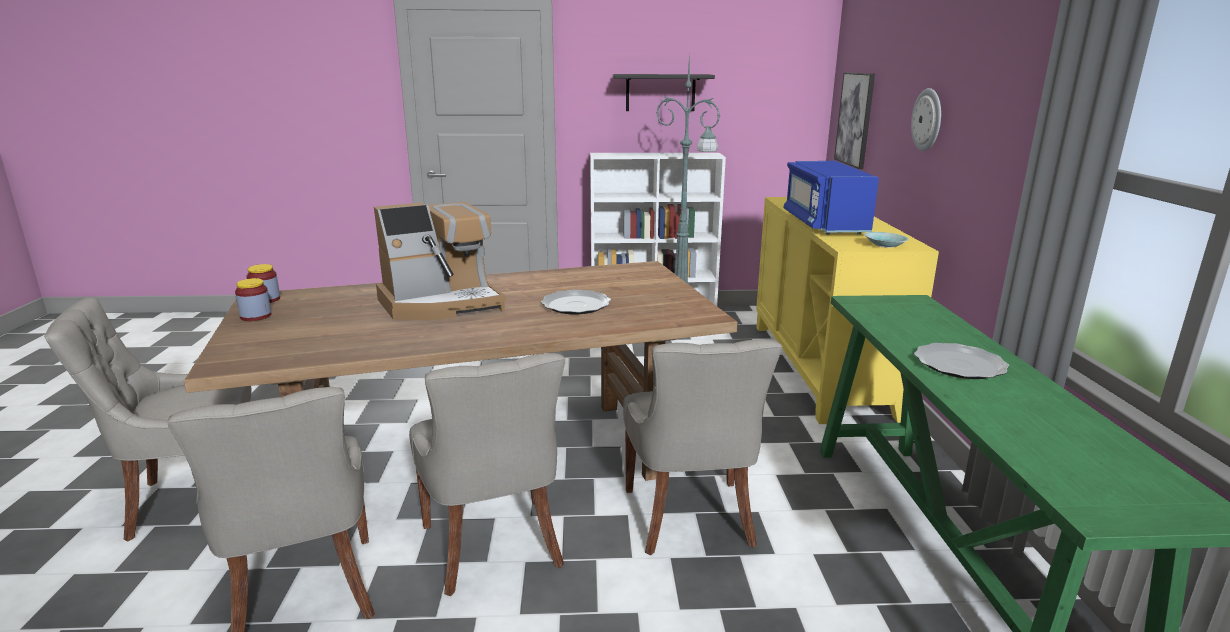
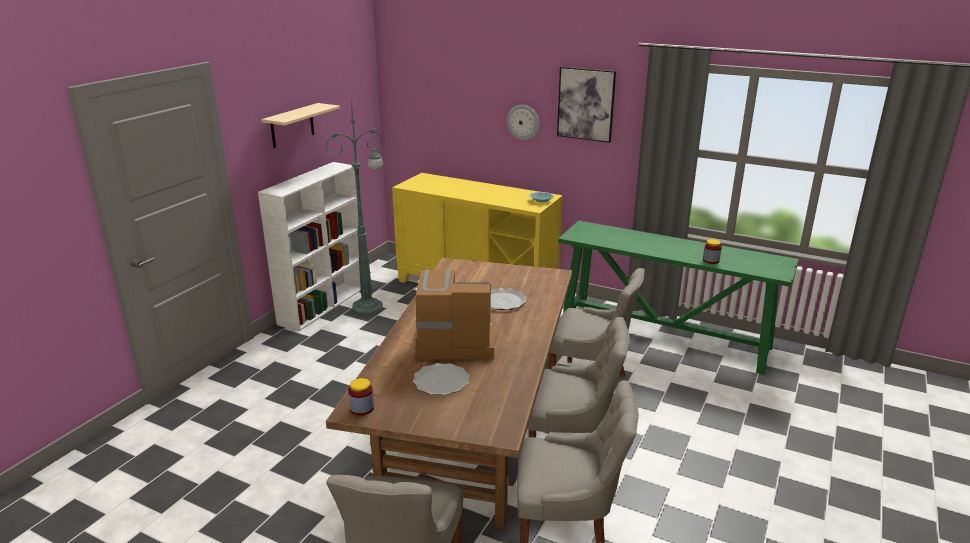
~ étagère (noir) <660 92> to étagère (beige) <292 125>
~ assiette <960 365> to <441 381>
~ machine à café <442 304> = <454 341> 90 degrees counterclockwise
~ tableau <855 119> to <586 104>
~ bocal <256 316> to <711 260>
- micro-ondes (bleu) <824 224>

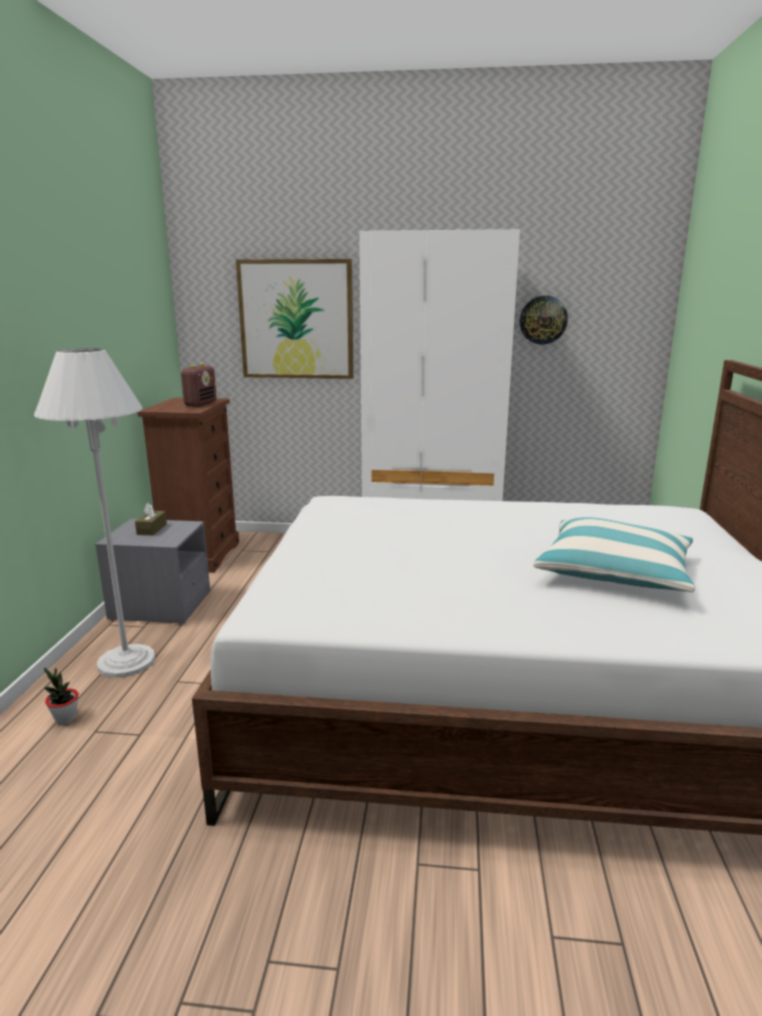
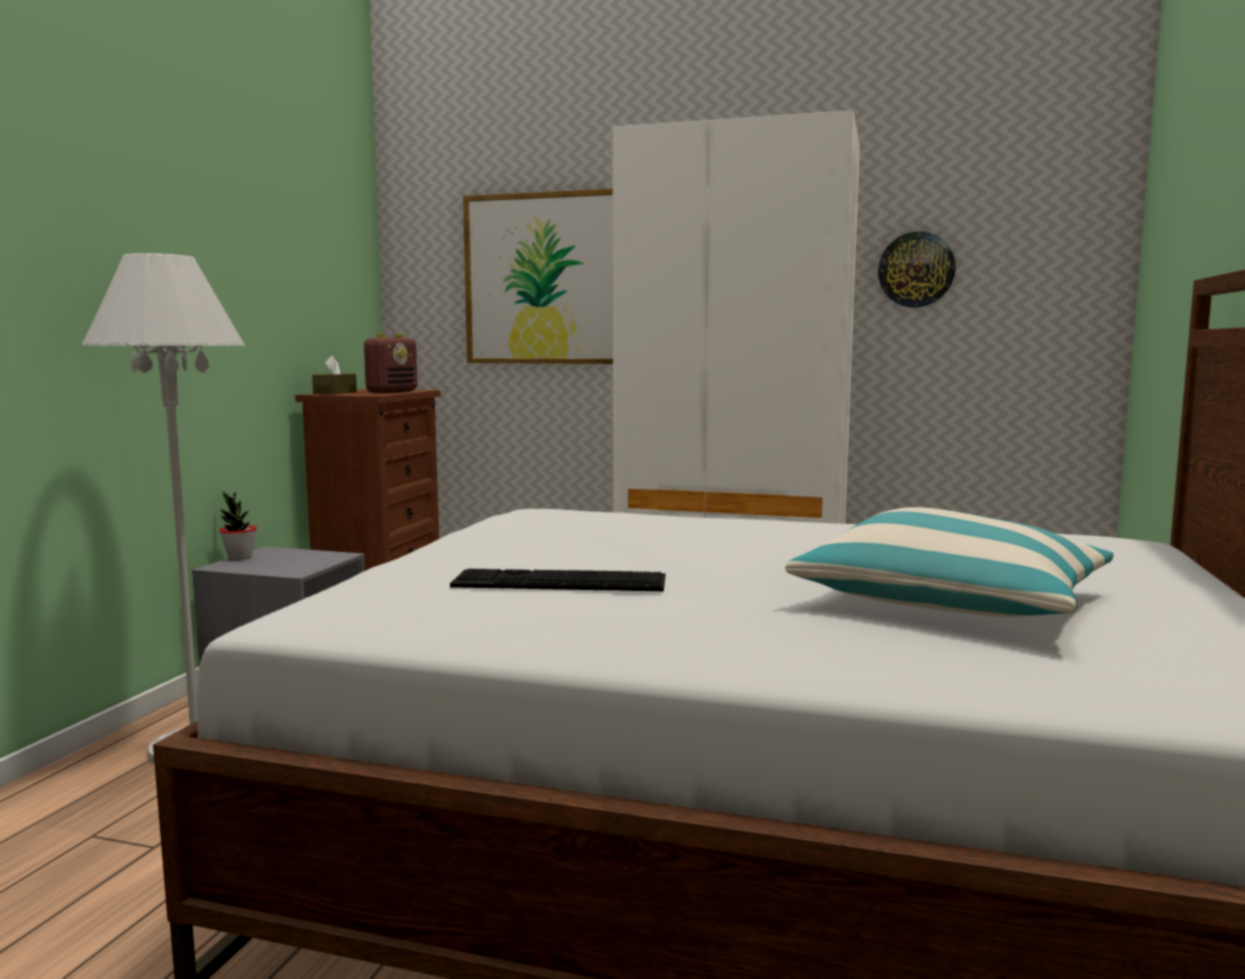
~ plante en pot <65 719> to <239 557>
~ boîte à mouchoirs (marron) <152 529> to <335 393>
+ clavier <560 581>

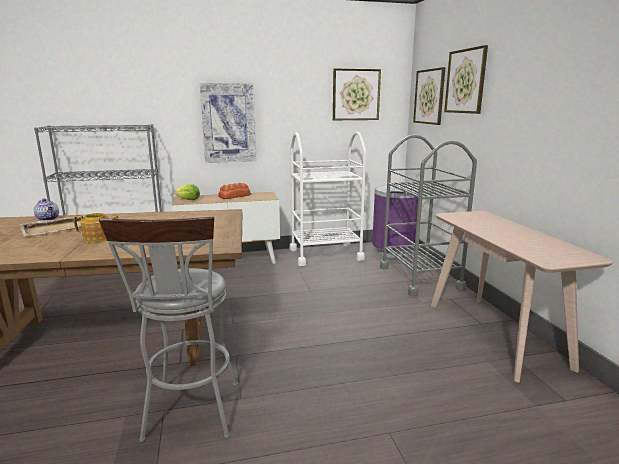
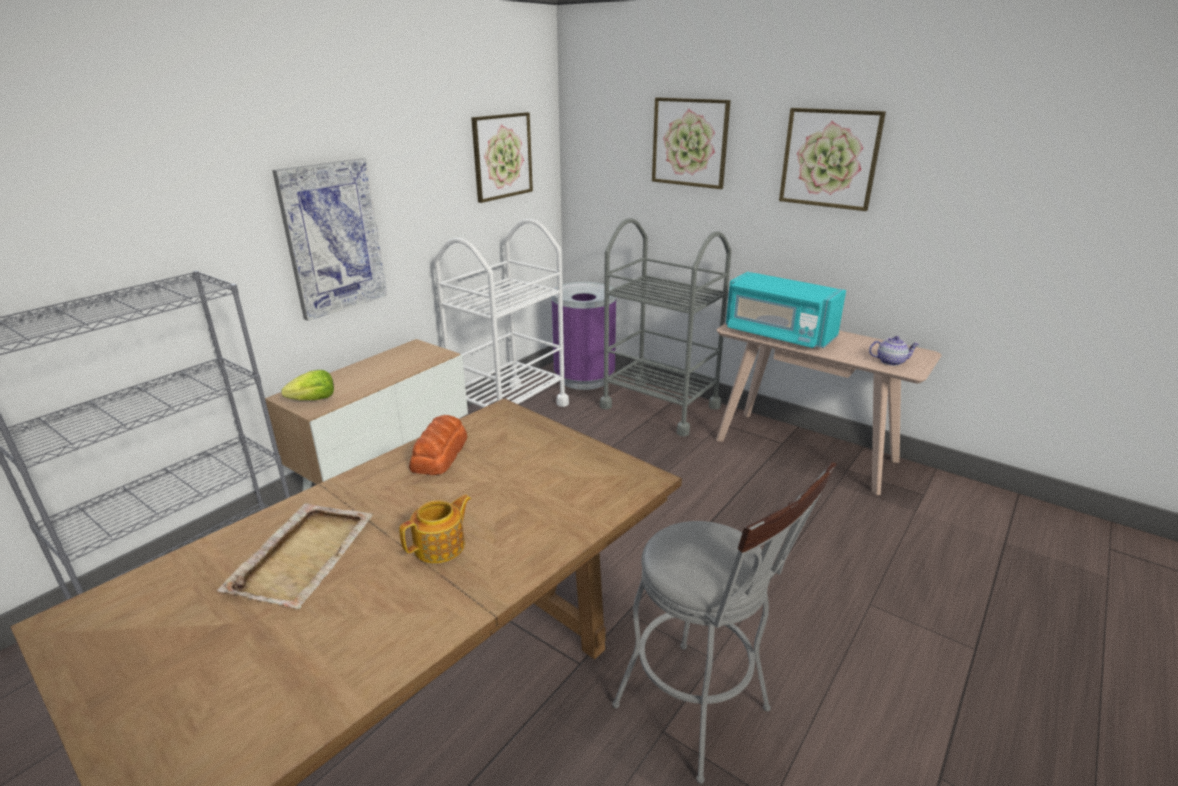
~ pain <235 196> to <440 454>
+ micro-ondes (turquoise) <778 335>
~ tableau <429 96> to <829 158>
~ théière <48 219> to <891 361>

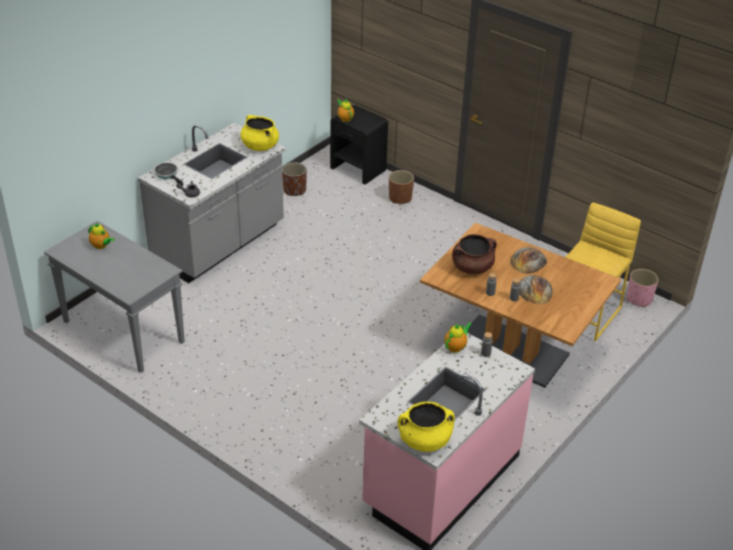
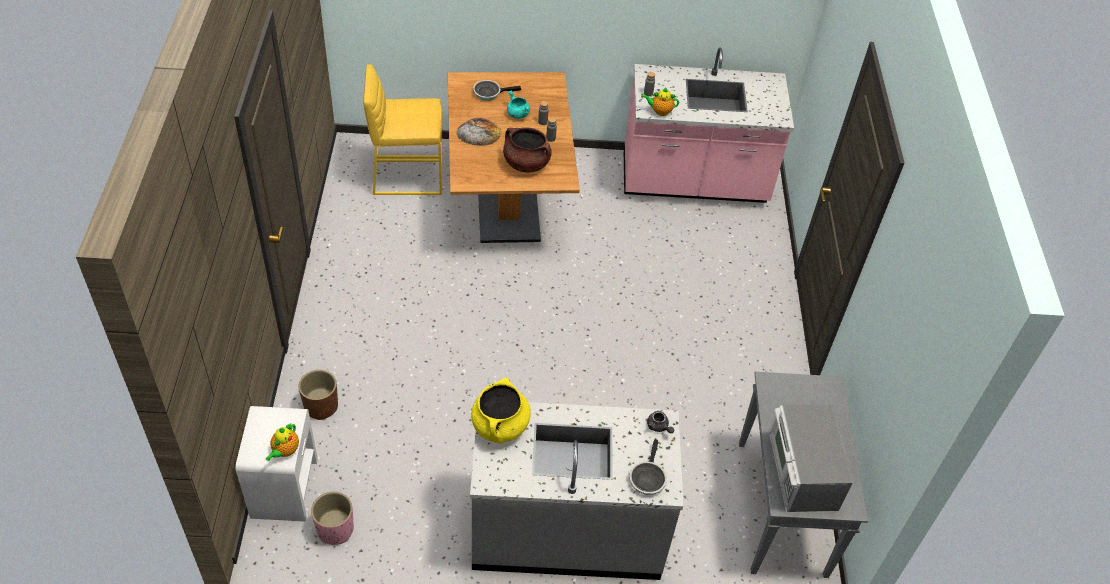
~ table de chevet (noir) <358 169> to table de chevet (blanc) <284 487>
~ cache-pot (rose) <639 299> to <335 529>
+ poêle <489 93>
~ pain <535 290> to marmite (turquoise) <517 114>
~ théière <101 246> to micro-ondes <801 472>
- cache-pot (marron) <294 190>
- marmite (jaune) <424 441>

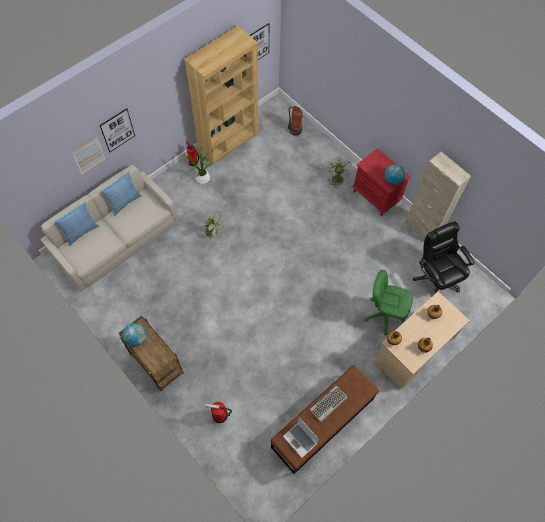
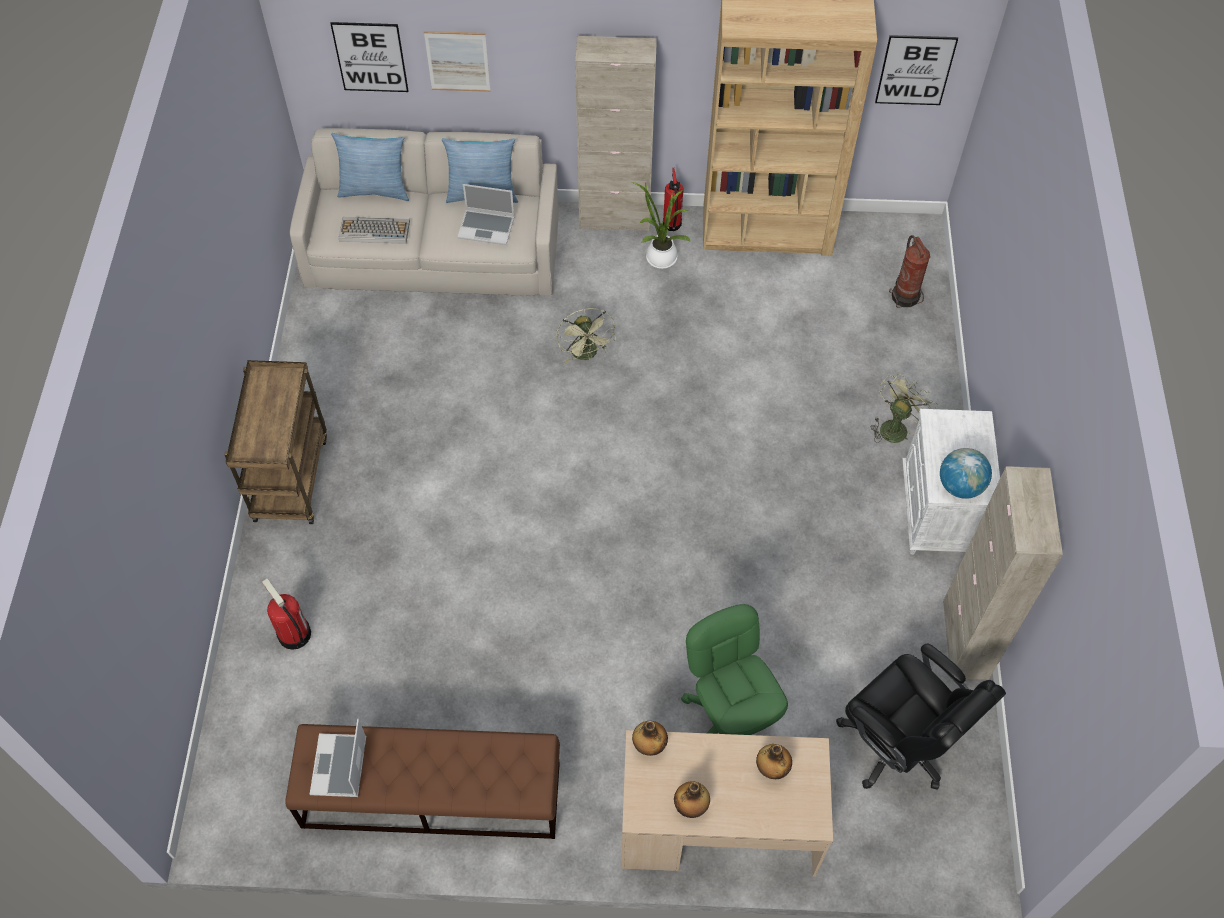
~ tableau <117 130> to <370 57>
~ clavier <328 404> to <374 231>
+ ordinateur portable <487 227>
+ meuble de rangement (beige) <614 218>
~ chaise de bureau (noir) <436 278> = <898 744> 120 degrees clockwise
~ table de chevet (rouge) <376 196> to table de chevet (blanc) <937 514>
- globe <136 339>

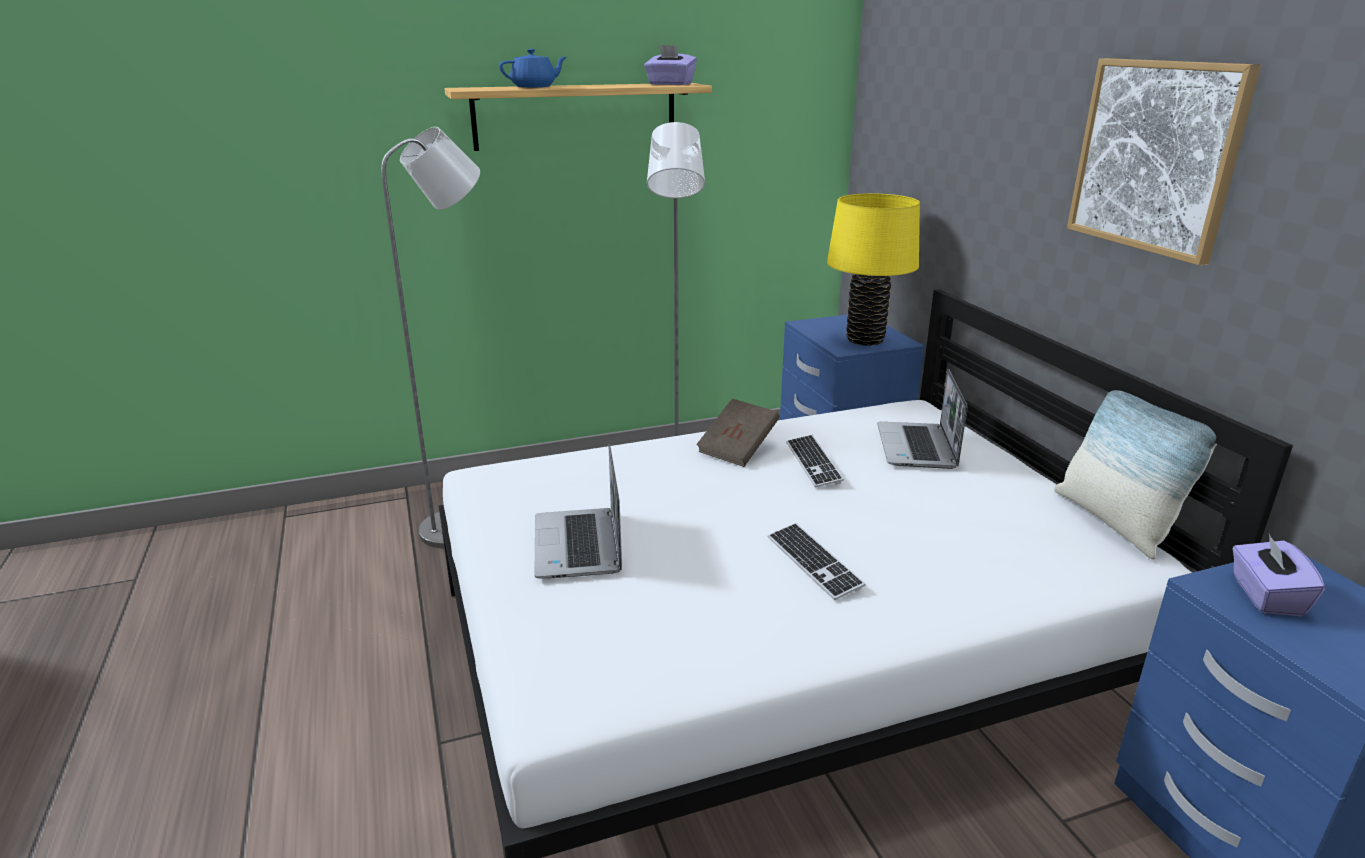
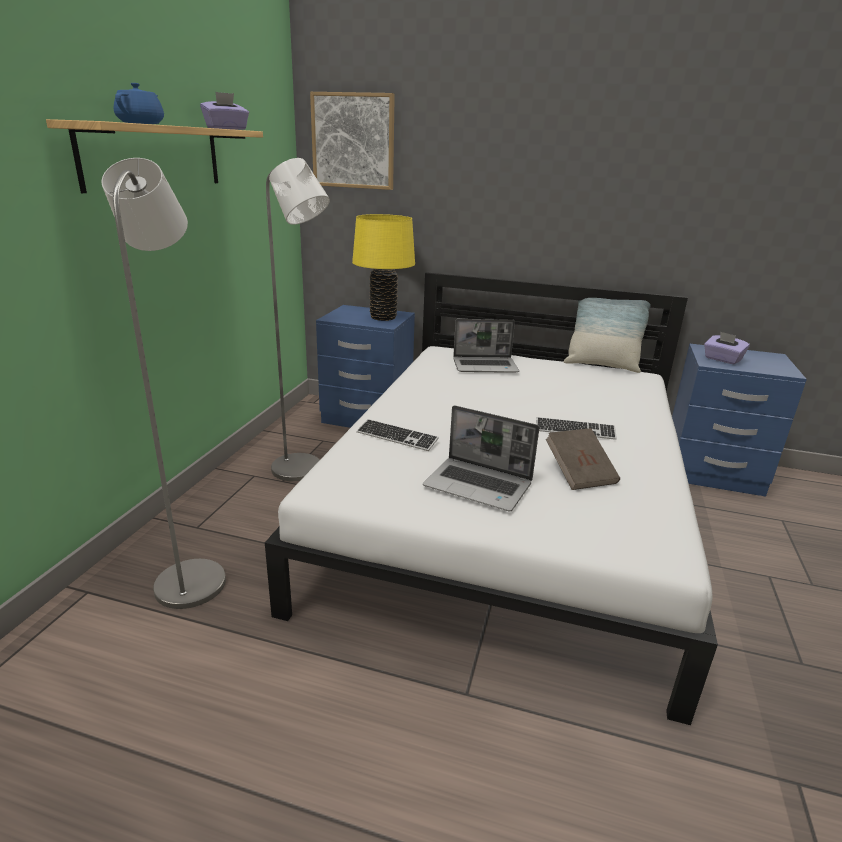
~ tableau <1156 156> to <353 141>
~ clavier <813 463> to <397 437>
~ ordinateur portable <917 448> = <485 366> 45 degrees counterclockwise
~ livre (marron) <738 449> to <579 473>

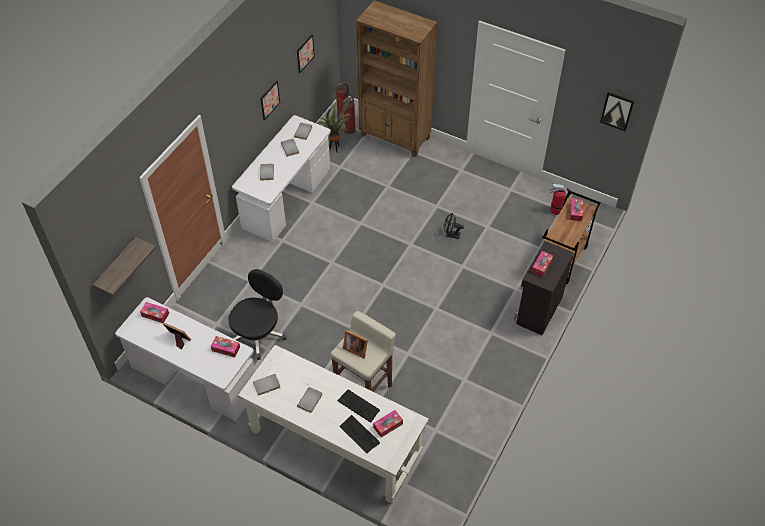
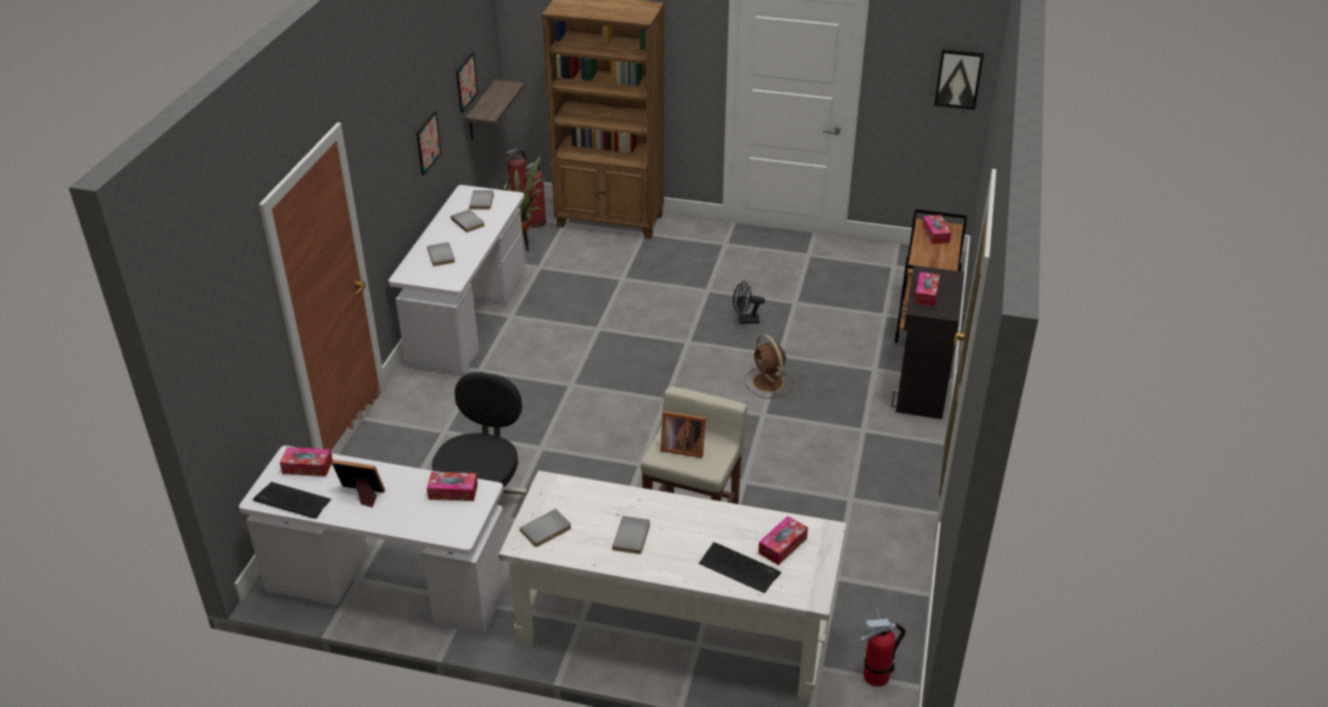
~ clavier <358 406> to <292 501>
~ étagère <116 267> to <481 111>
+ ventilateur (marron) <768 383>
~ extincteur <556 210> to <876 675>

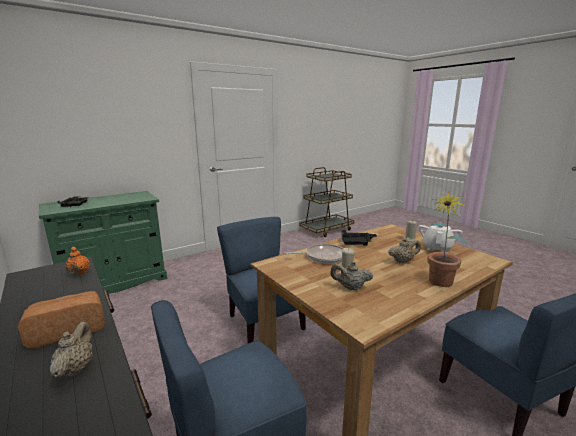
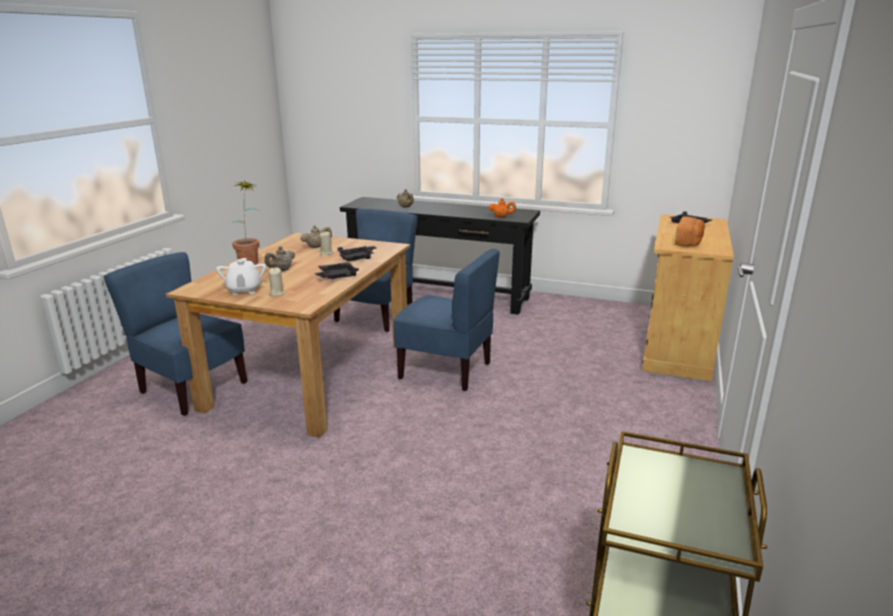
~ poêle <322 257> to plateau (noir) <358 258>
~ meuble de rangement (vert) <114 283> to meuble de rangement (beige) <677 347>
~ pain <68 330> to <689 242>

